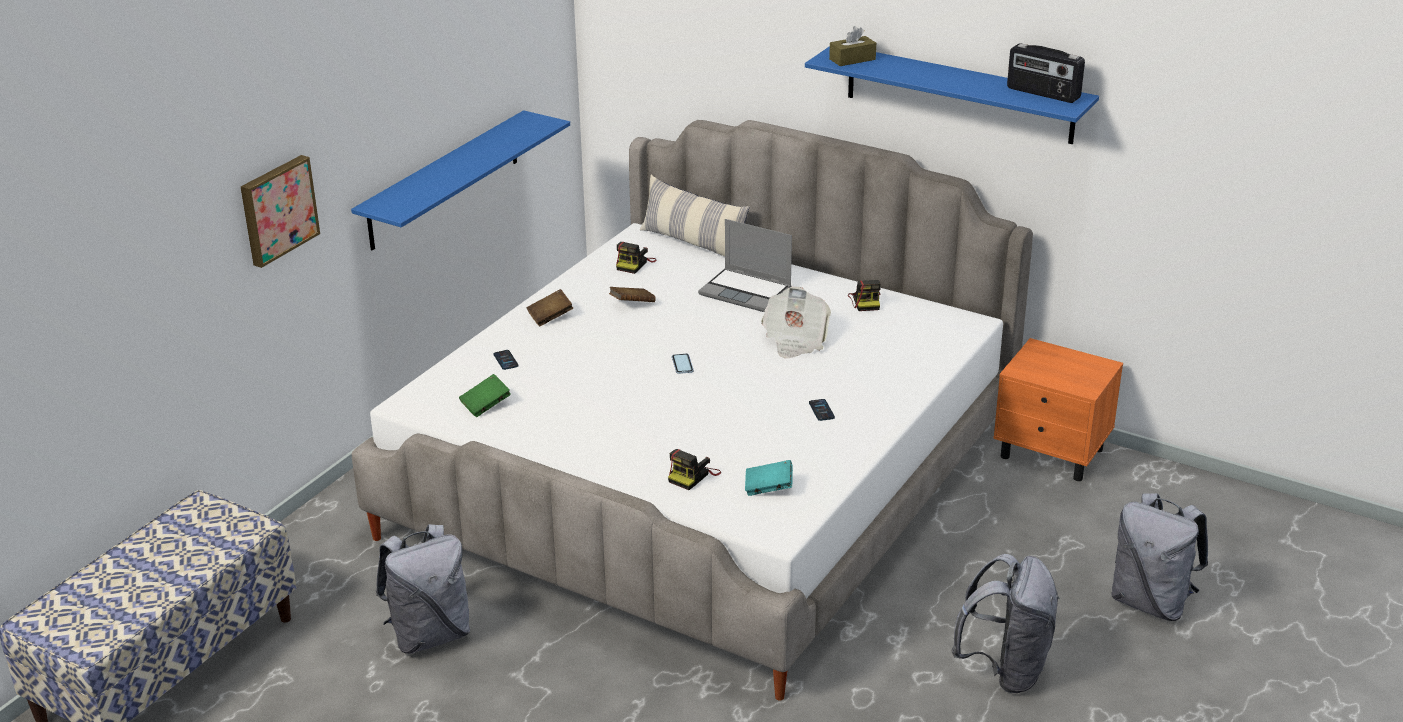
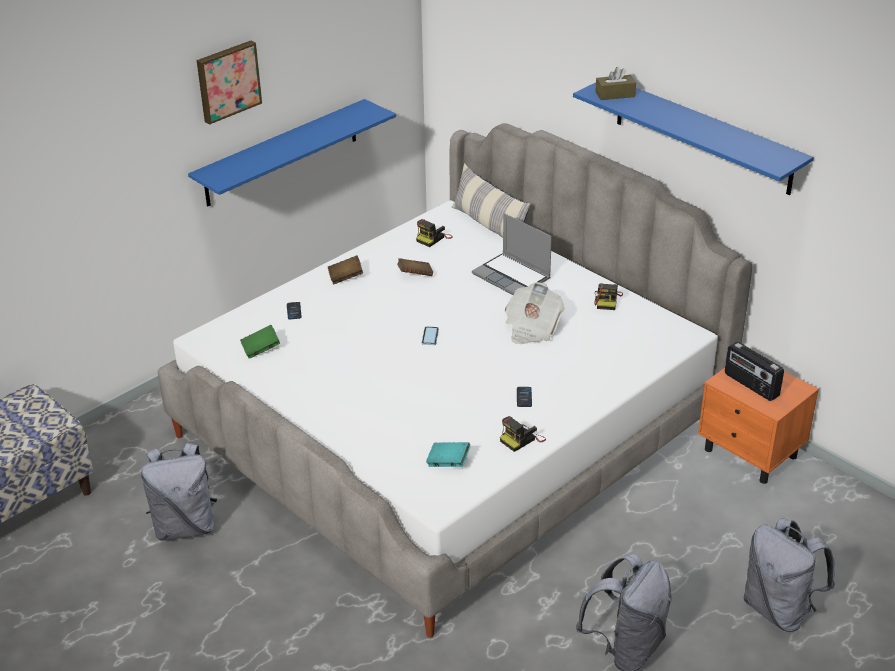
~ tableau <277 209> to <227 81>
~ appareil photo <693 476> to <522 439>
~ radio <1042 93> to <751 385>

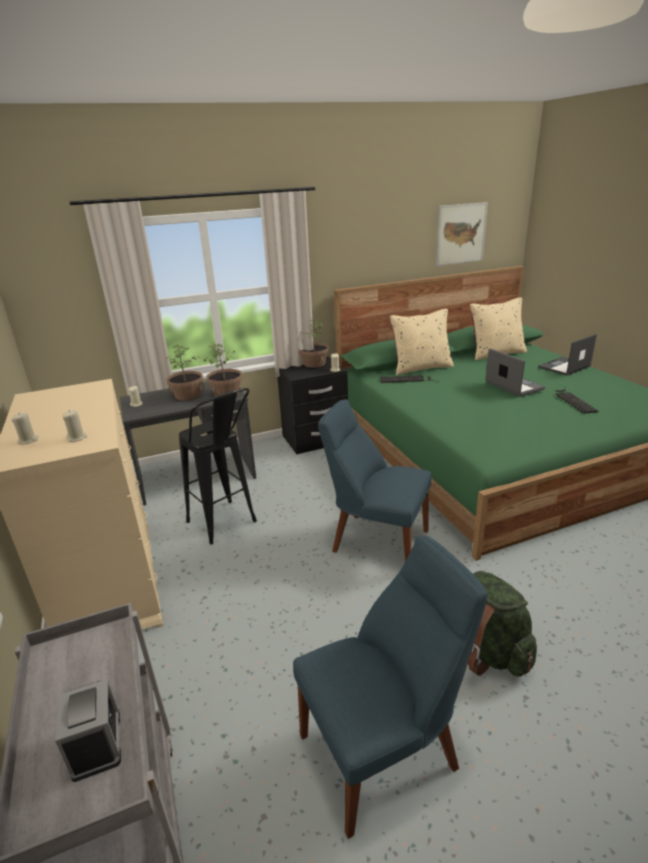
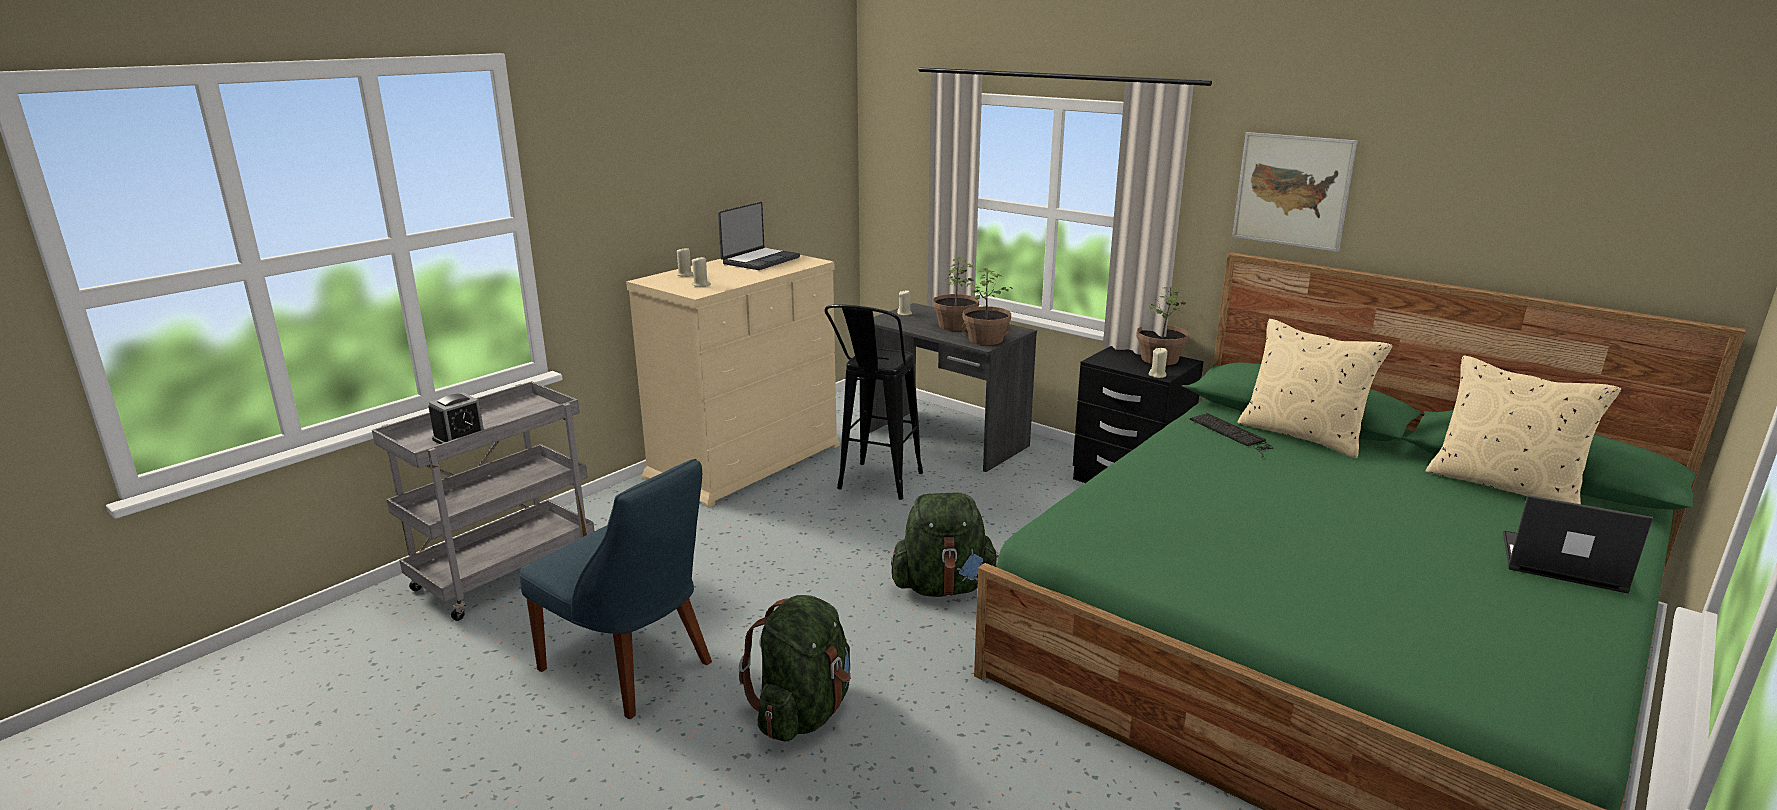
~ ordinateur portable <513 386> to <760 260>
~ chaise (bleu) <376 540> to sac à dos (vert) <943 587>
~ tableau <461 234> to <1292 191>
- clavier <573 400>

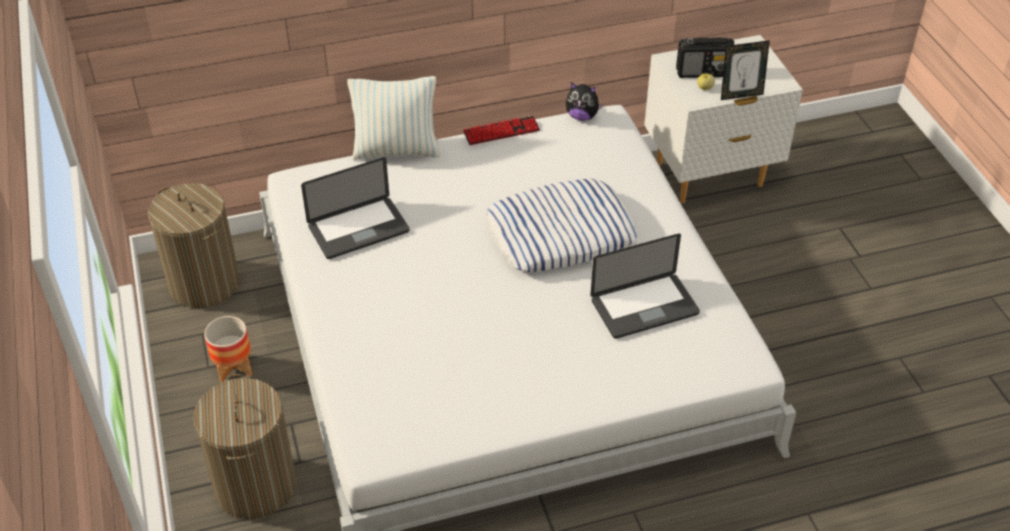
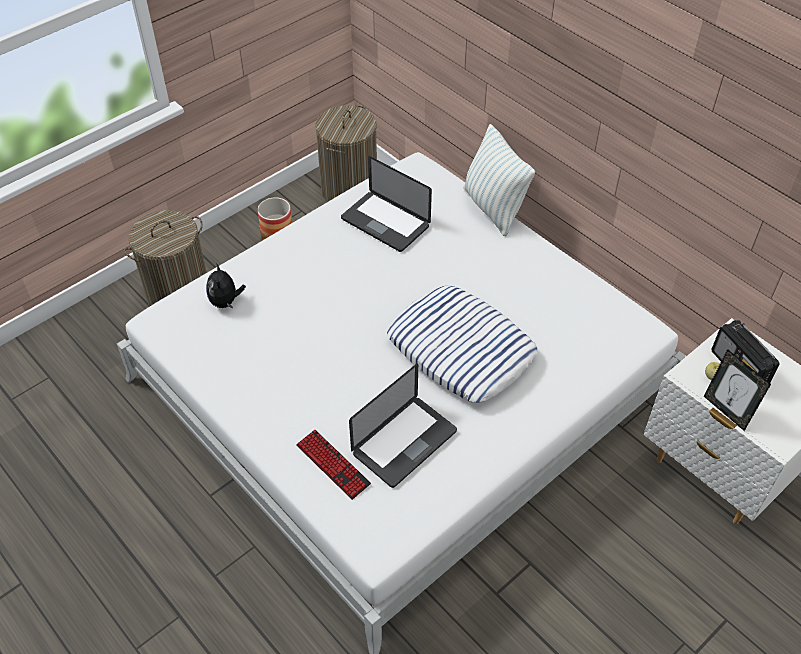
~ peluche <582 116> to <226 302>
~ clavier <501 132> to <333 465>
~ ordinateur portable <644 307> = <404 442> 90 degrees counterclockwise

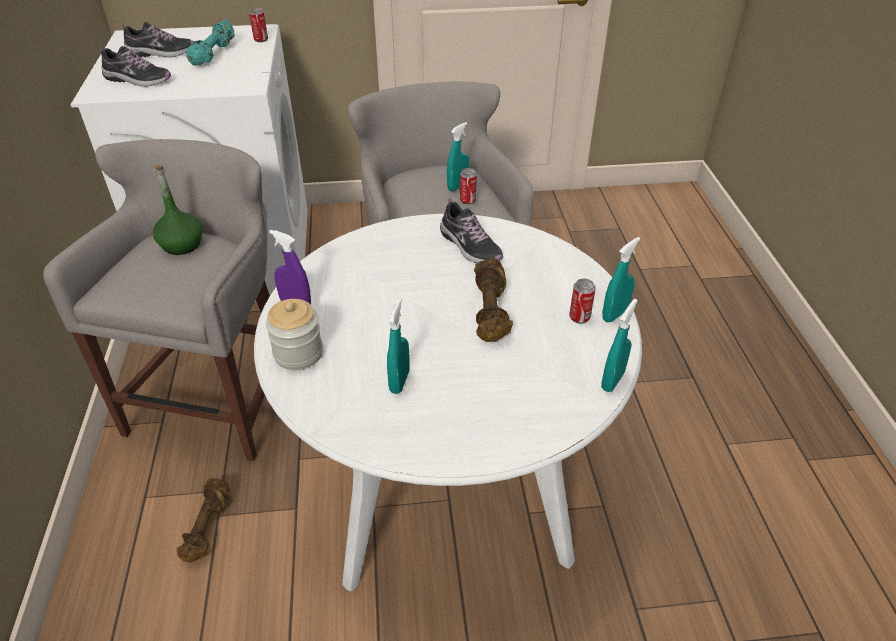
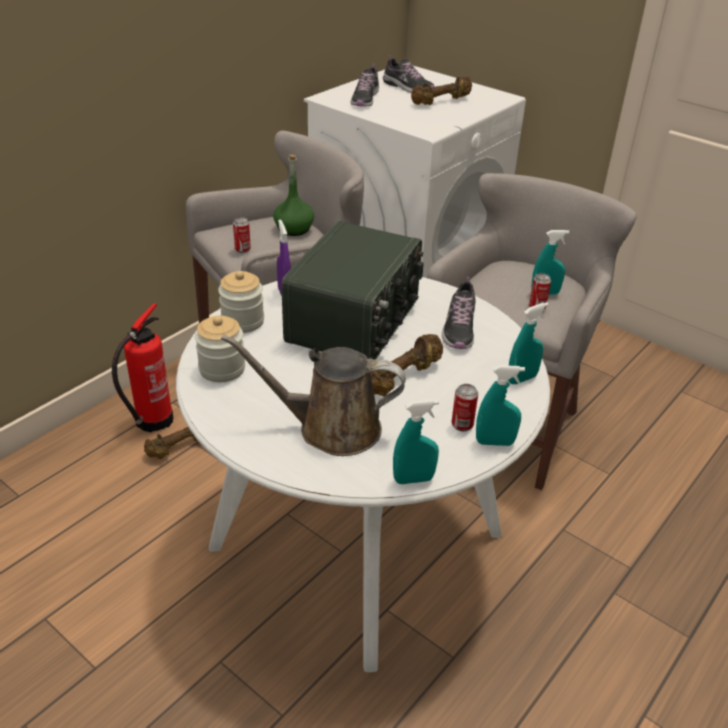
+ extincteur <151 422>
+ bocal <222 369>
+ arrosoir (marron) <331 428>
~ boîte métallique <261 39> to <242 249>
+ radio <355 322>
~ chaussure <137 80> = <365 99> 45 degrees clockwise
~ haltère (turquoise) <214 55> to haltère (marron) <441 102>
~ vaporisateur (turquoise) <399 381> to <522 379>

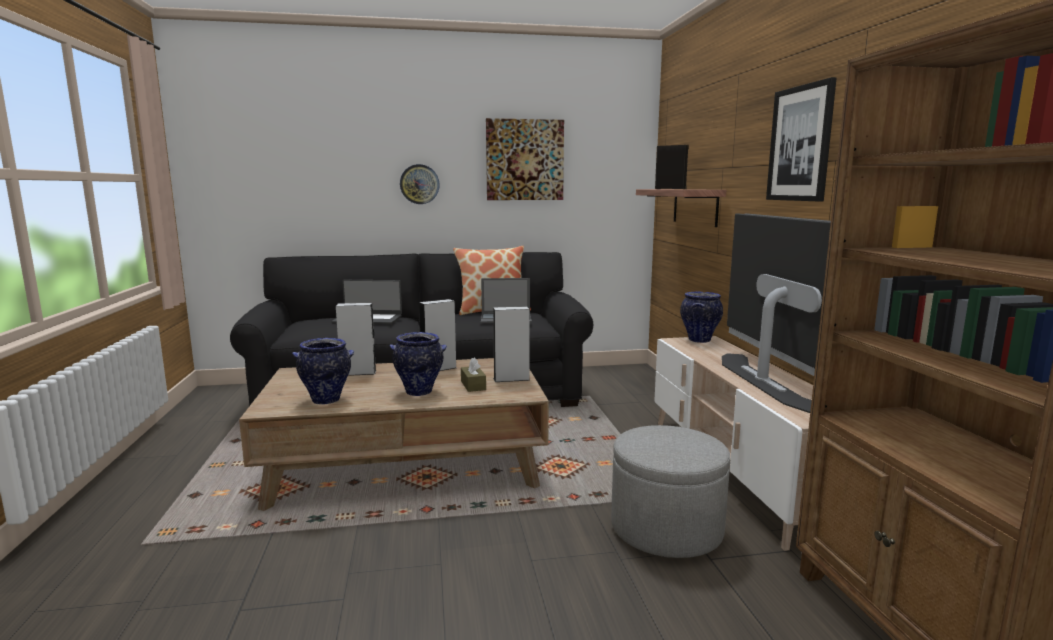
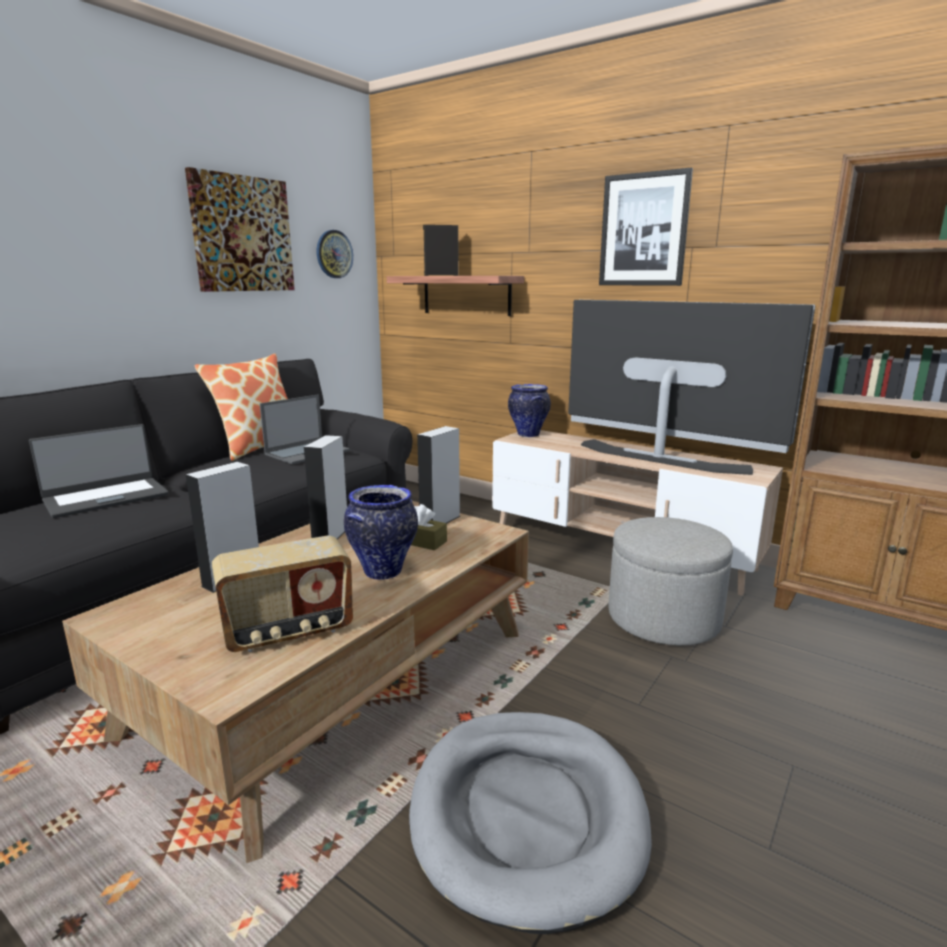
~ vase <327 400> to radio <288 631>
~ horloge murale <419 184> to <334 254>
+ panier pour chien (gris) <527 814>

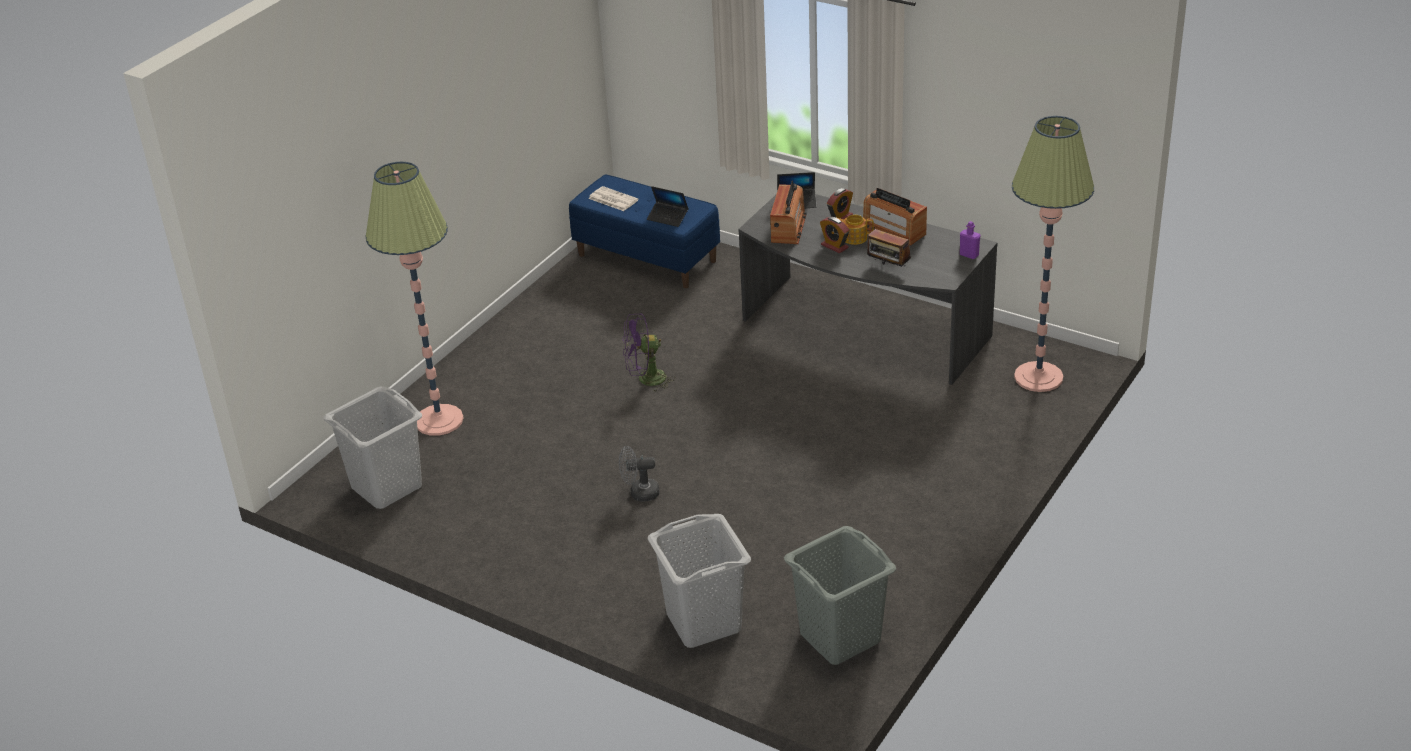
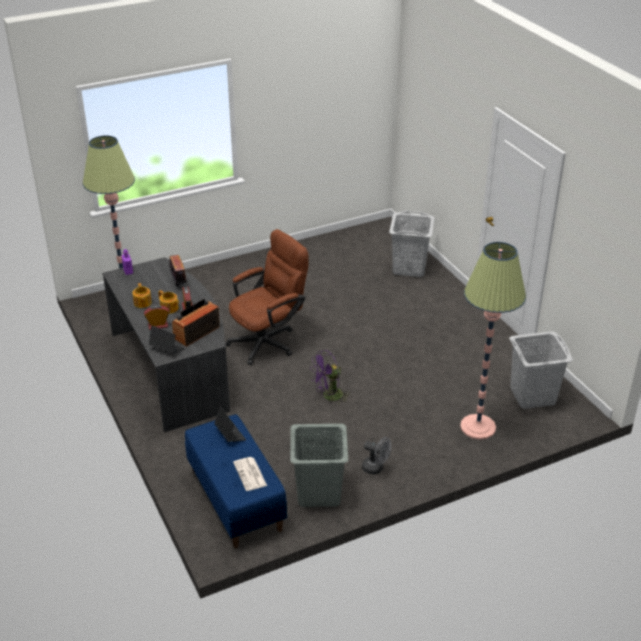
~ radio <893 231> to théière <142 303>
+ chaise de bureau (marron) <268 341>
~ panier à linge (gris) <841 637> to <318 492>
~ ventilateur (violet) <646 380> = <329 396> 135 degrees clockwise
~ ventilateur (gris) <639 493> to <376 468>

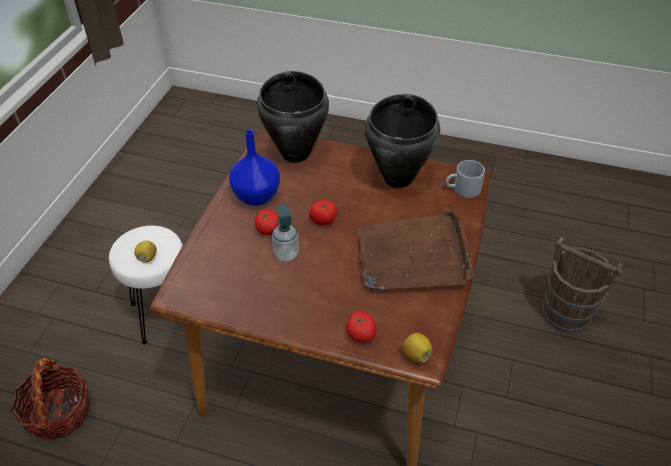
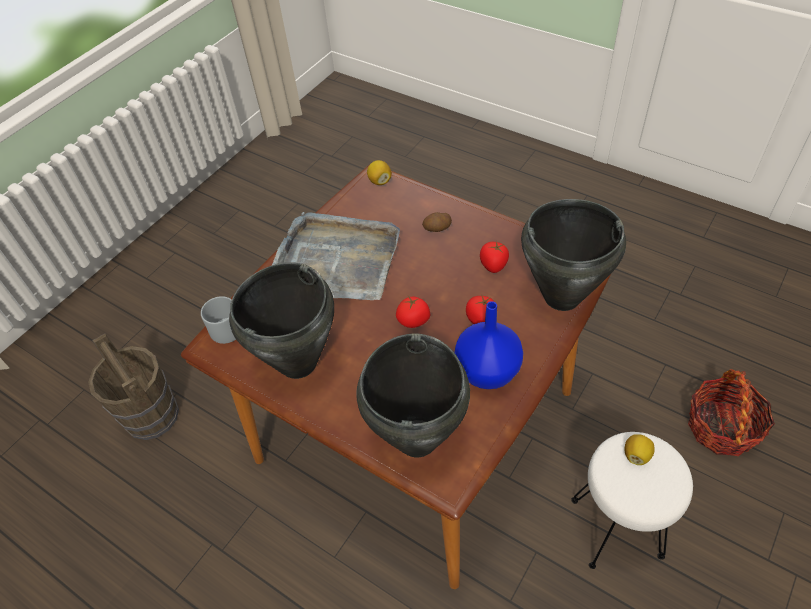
~ plateau (marron) <413 256> to plateau (gris) <335 261>
+ pomme de terre <437 228>
~ tomate <360 334> to <493 265>
+ marmite (noir) <561 296>
- distributeur de savon <286 254>

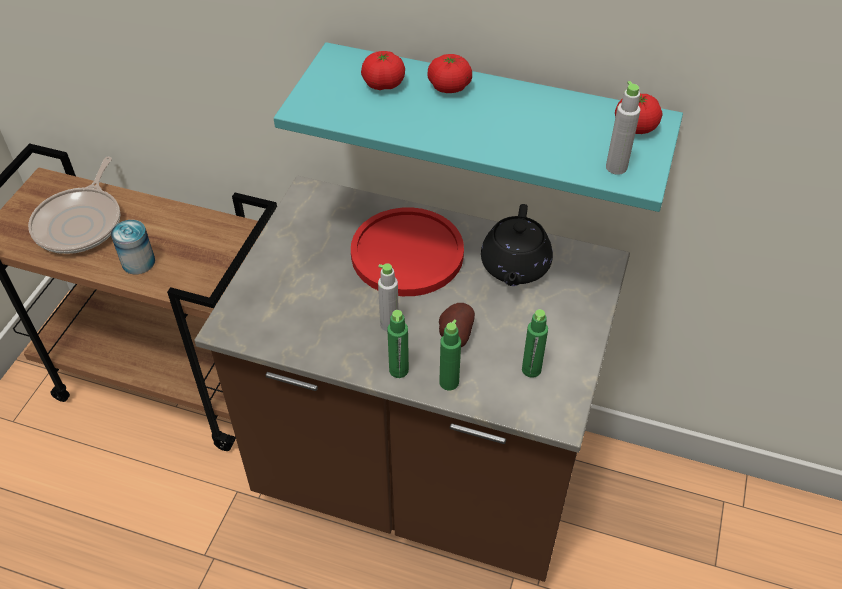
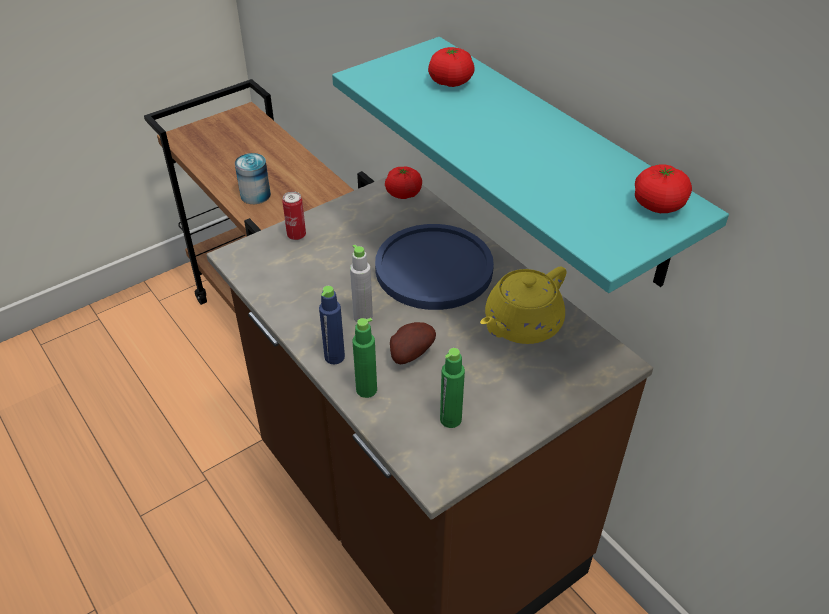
+ boîte métallique <296 235>
~ bouteille (vert) <398 370> to bouteille (bleu) <334 357>
~ assiette (rouge) <407 253> to assiette (bleu) <434 268>
~ tomate <449 87> to <403 193>
~ théière (noir) <514 267> to théière (jaune) <521 325>
- poêle <81 223>
- bouteille (gris) <616 167>

